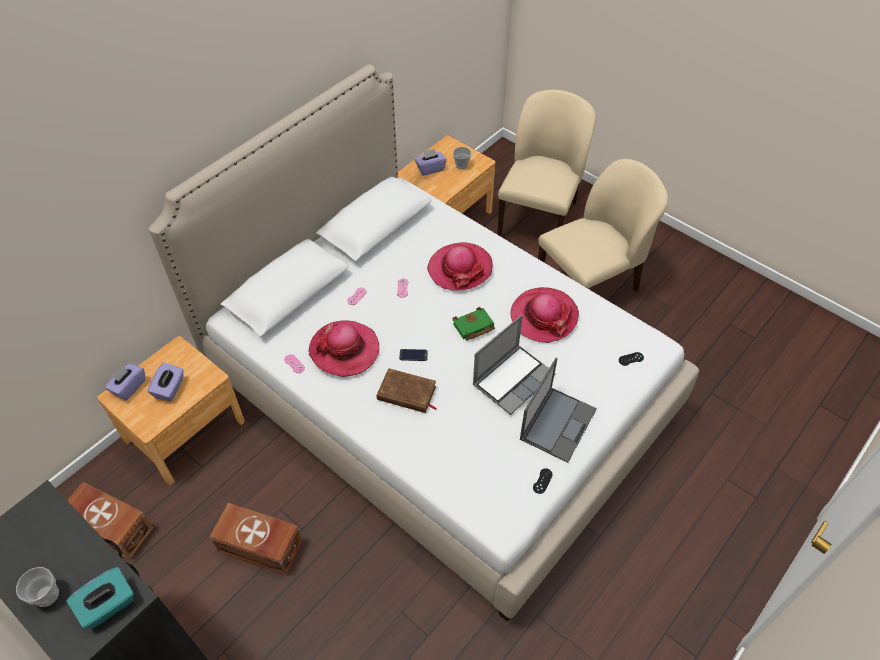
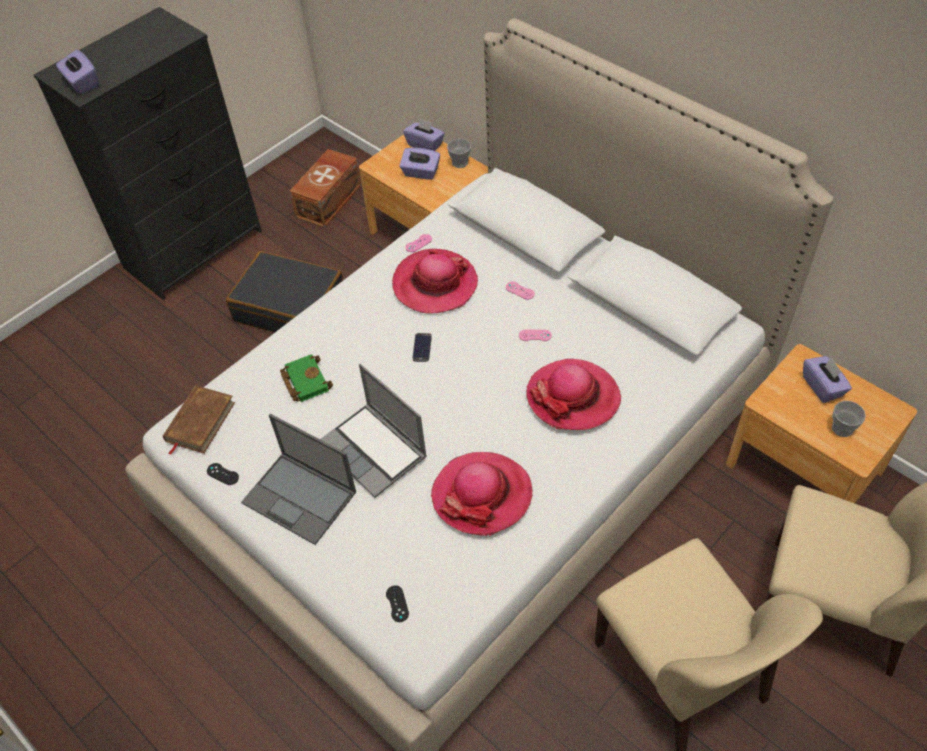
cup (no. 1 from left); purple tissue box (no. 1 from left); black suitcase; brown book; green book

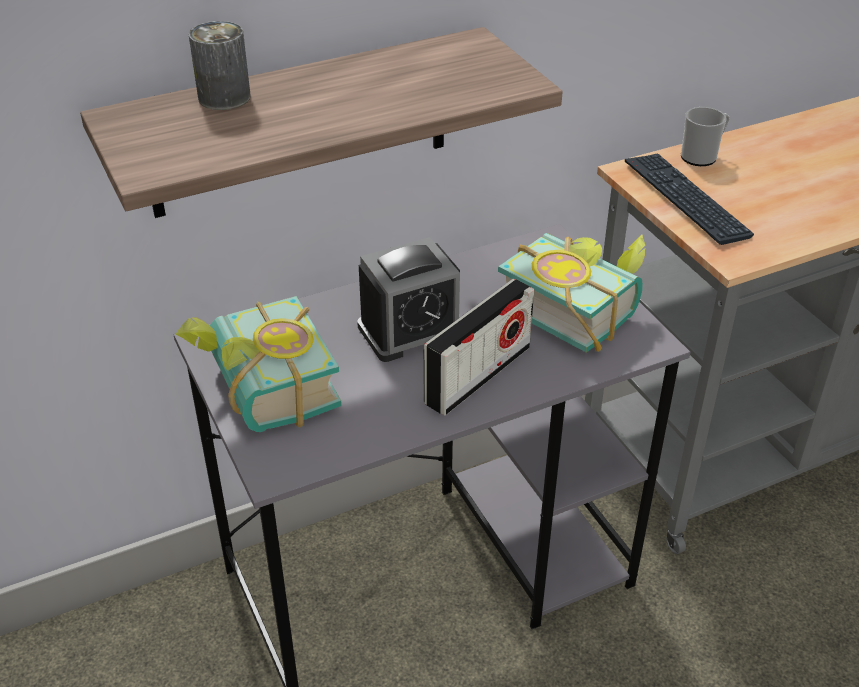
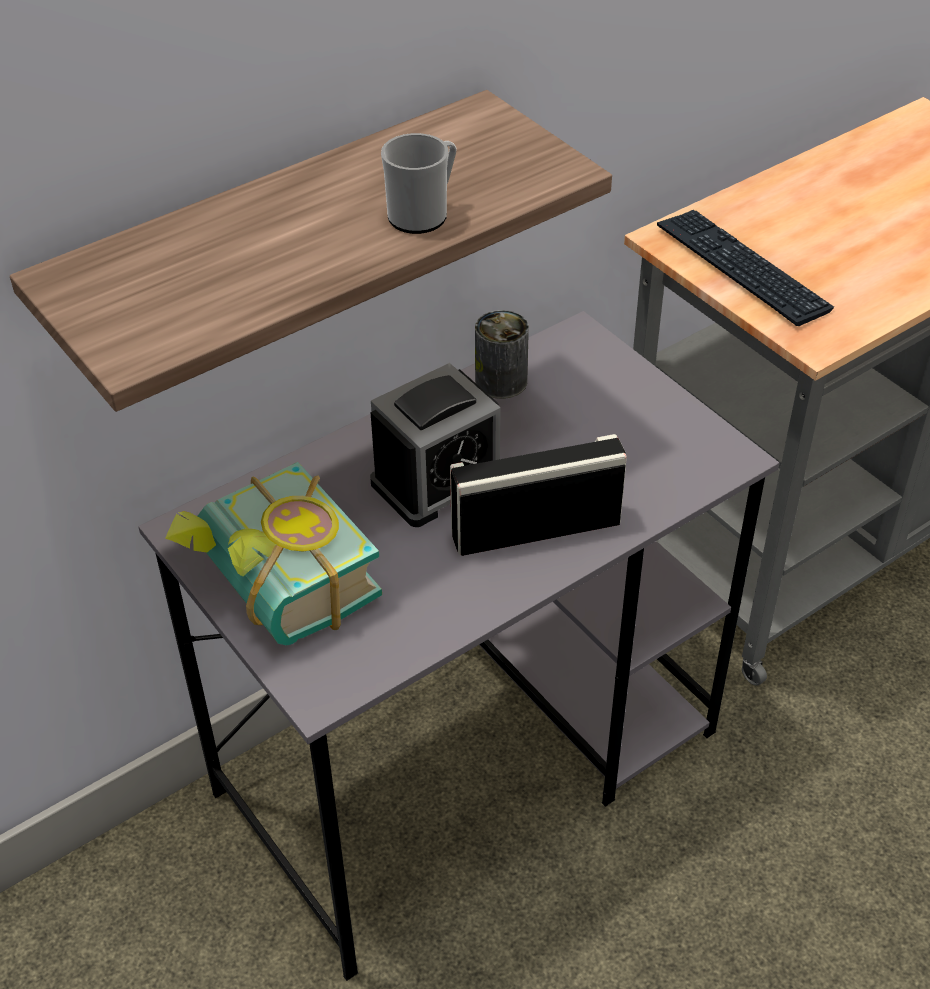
can; radio; book (no. 2 from left in the first image); mug

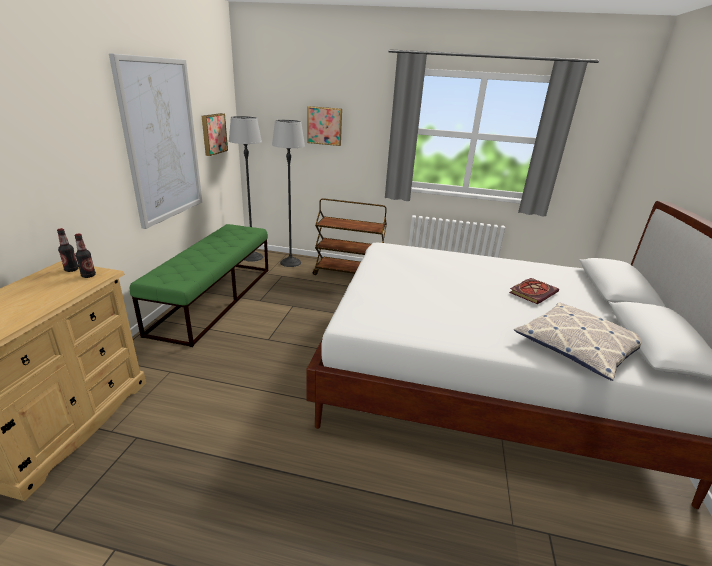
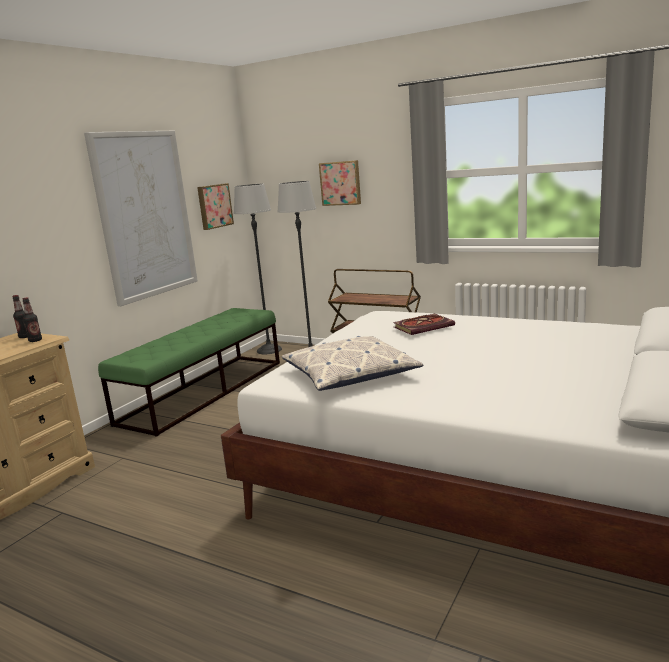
book; pillow

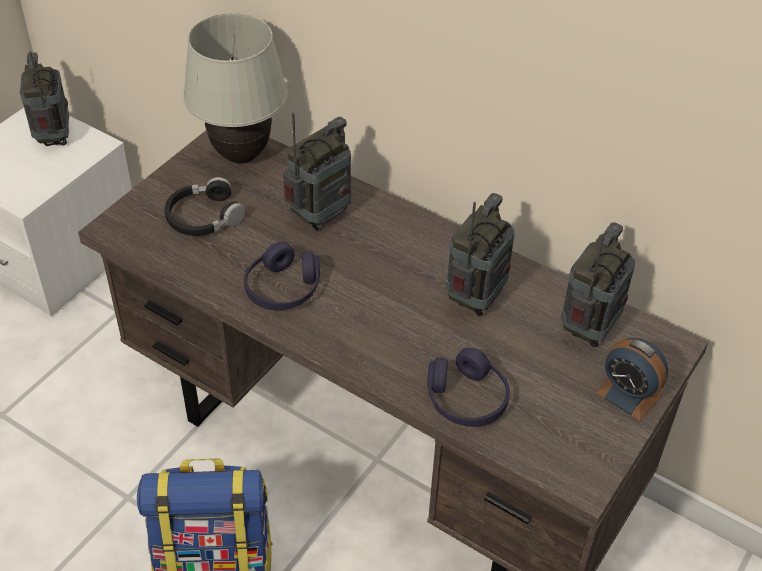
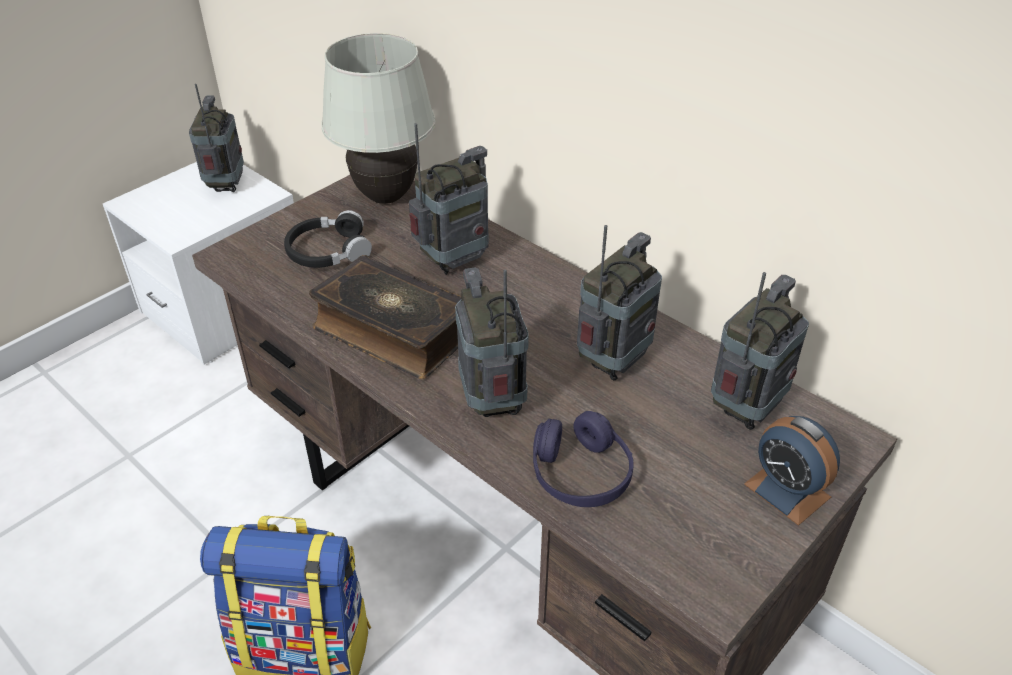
book; radio (no. 3 from left)

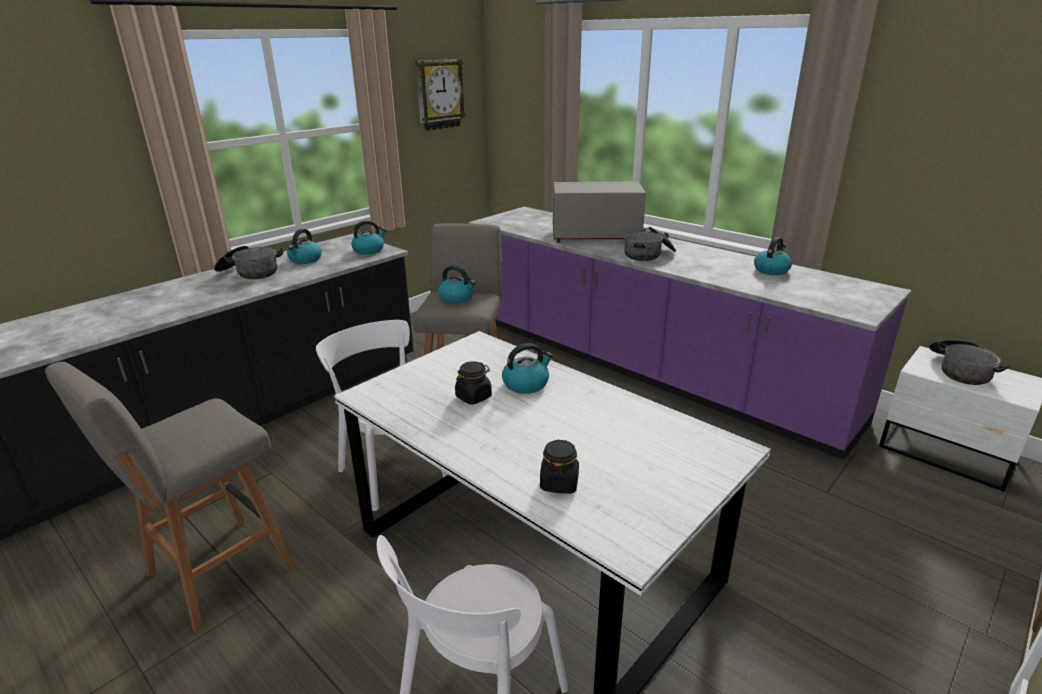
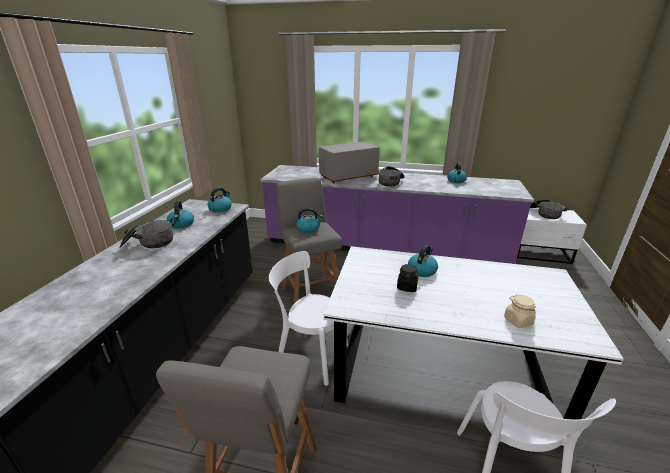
wall clock; beige jar

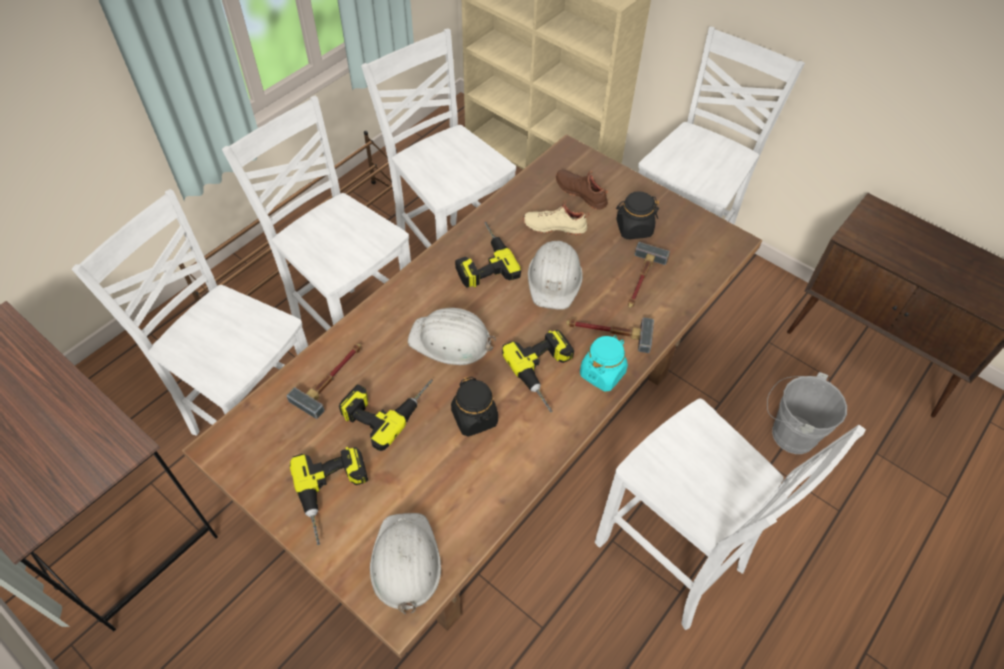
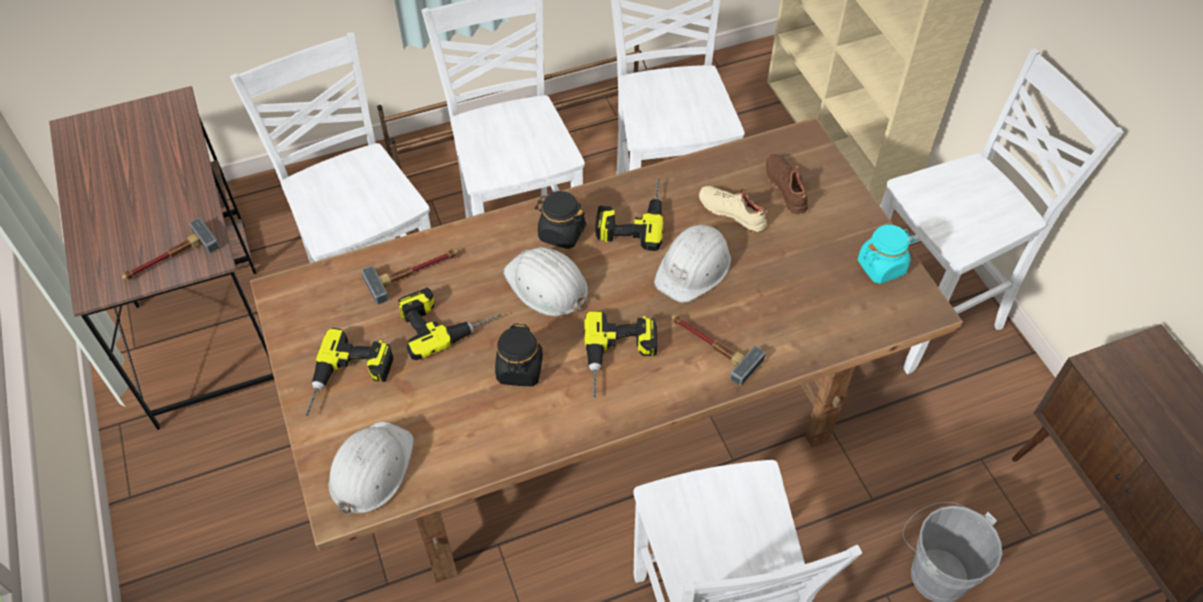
turquoise jar; black jar (no. 2 from left); hammer (no. 1 from left)

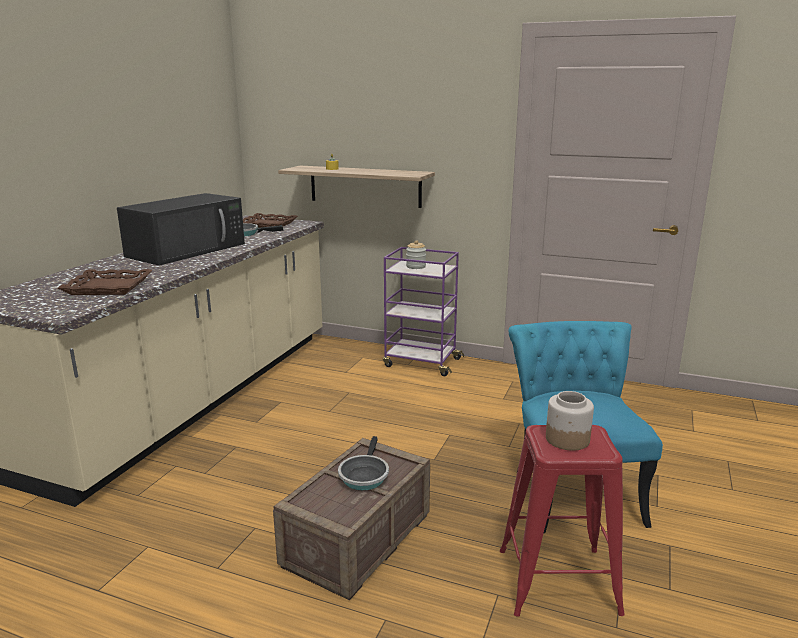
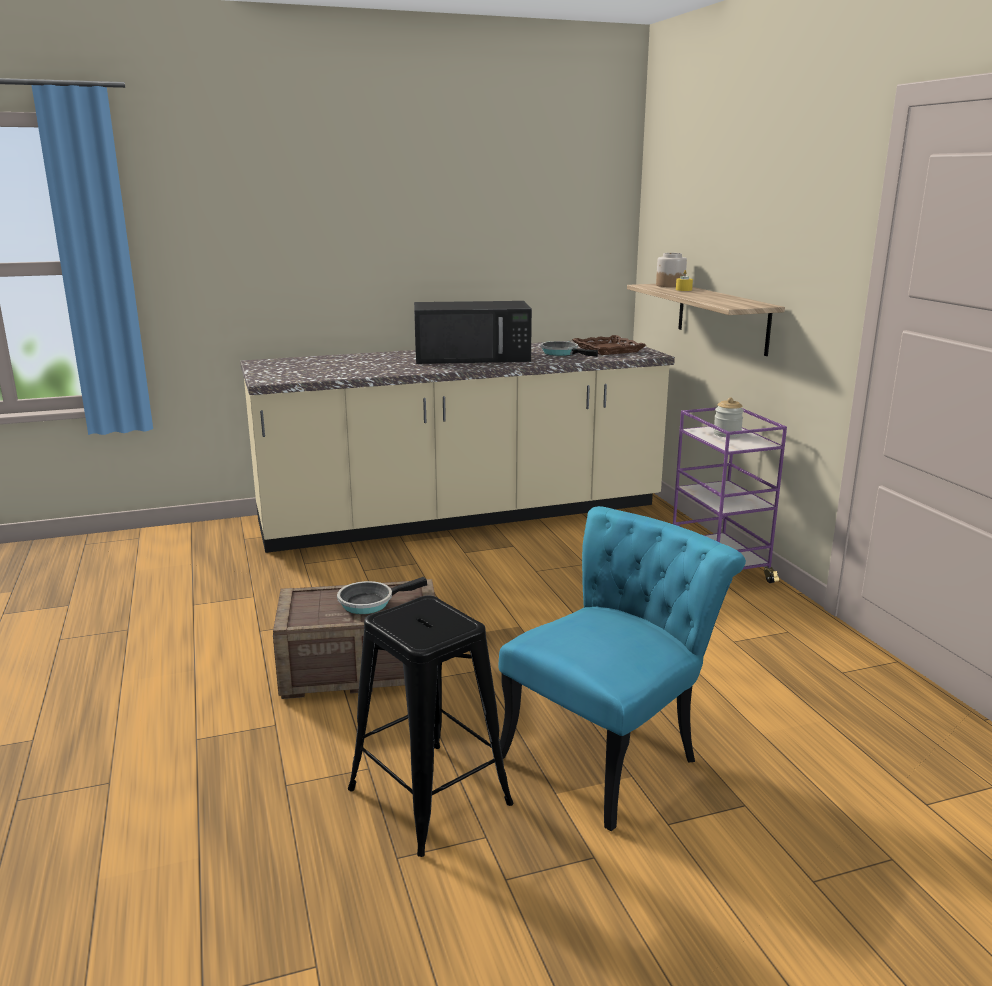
brown tray (no. 1 from left in the first image); black stool; jar (no. 1 from left)

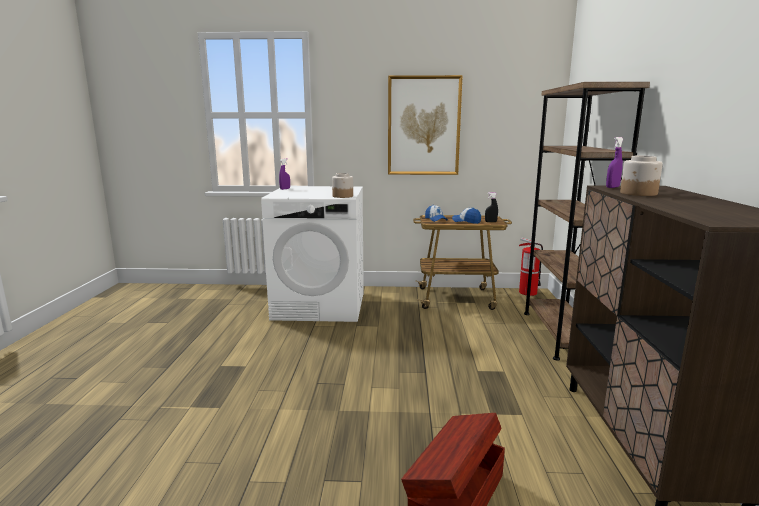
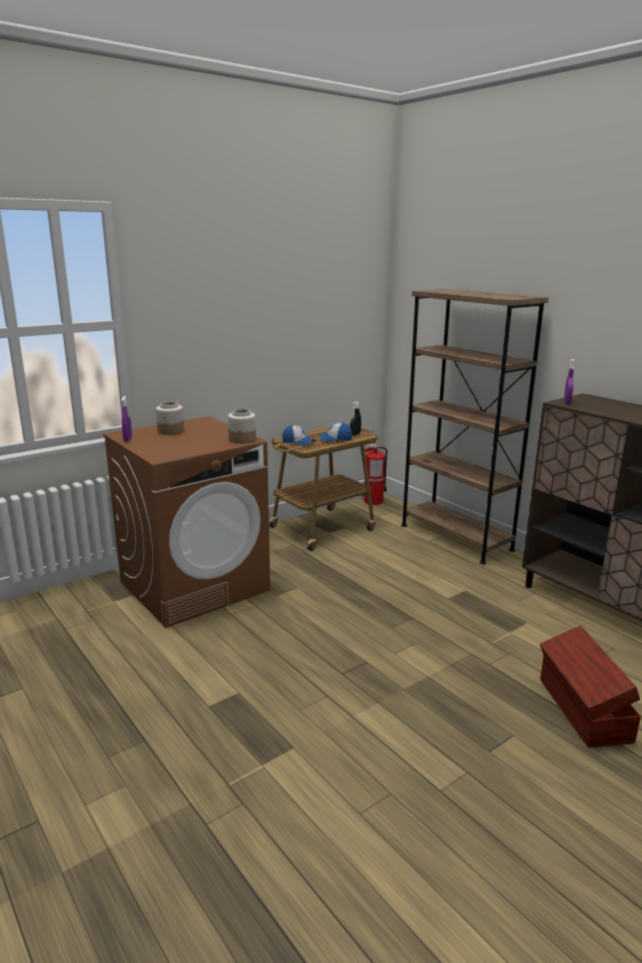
brown washing machine; picture; jar (no. 1 from left)

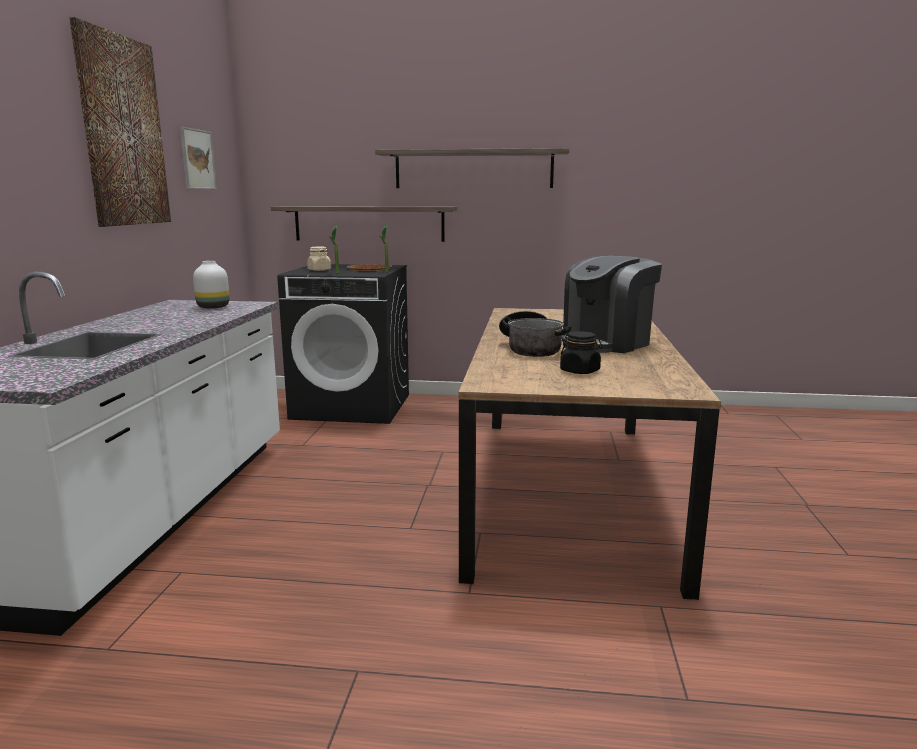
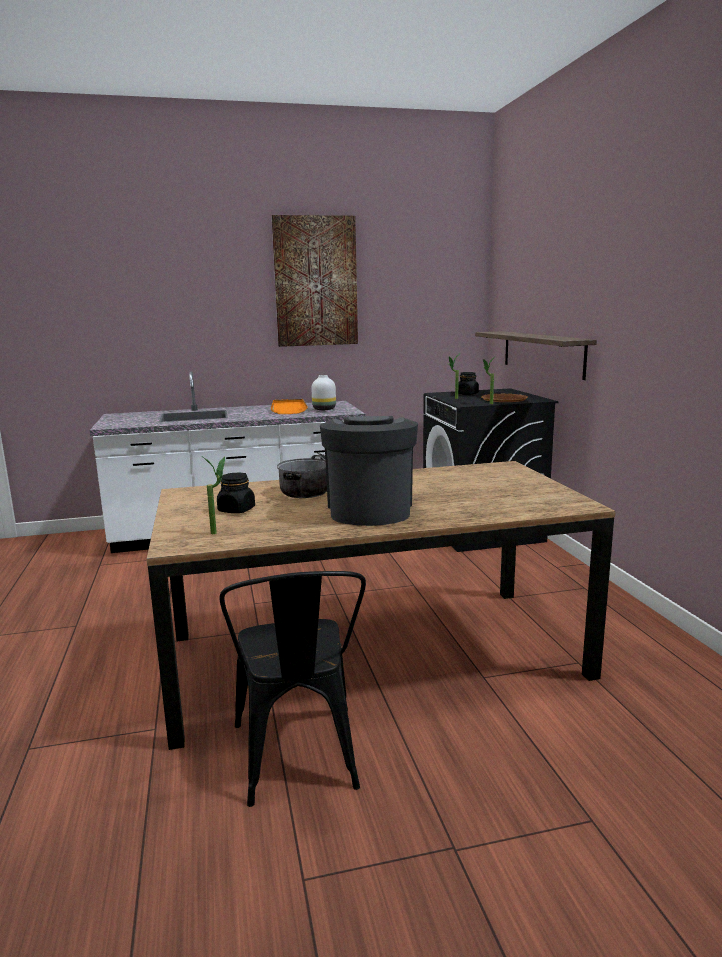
picture (no. 2 from left in the first image); black jar (no. 2 from left); shelf (no. 2 from left in the first image); coffee machine; potted plant (no. 1 from left); black chair; orange tray

